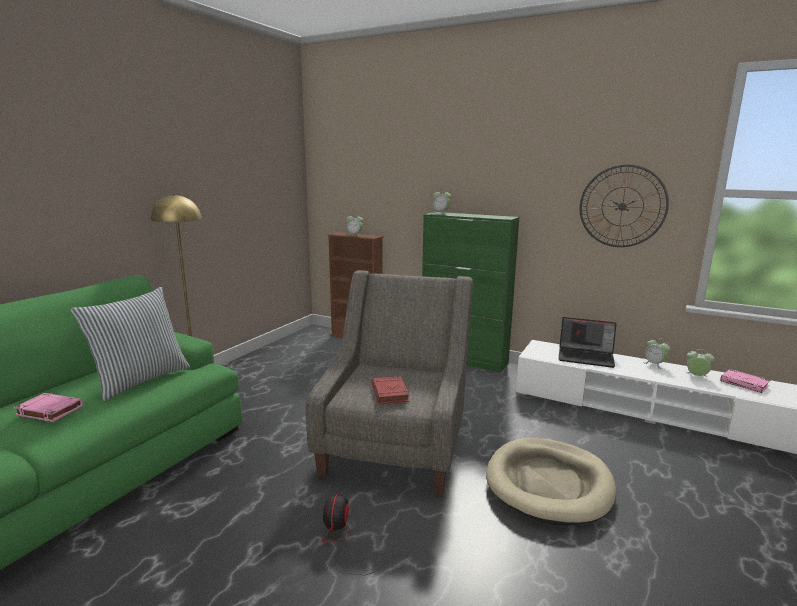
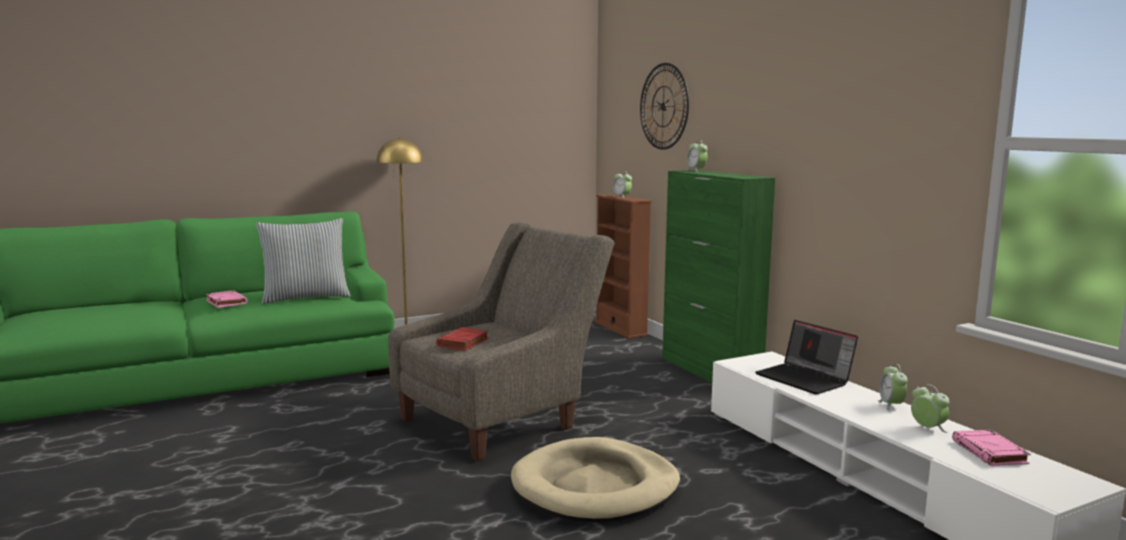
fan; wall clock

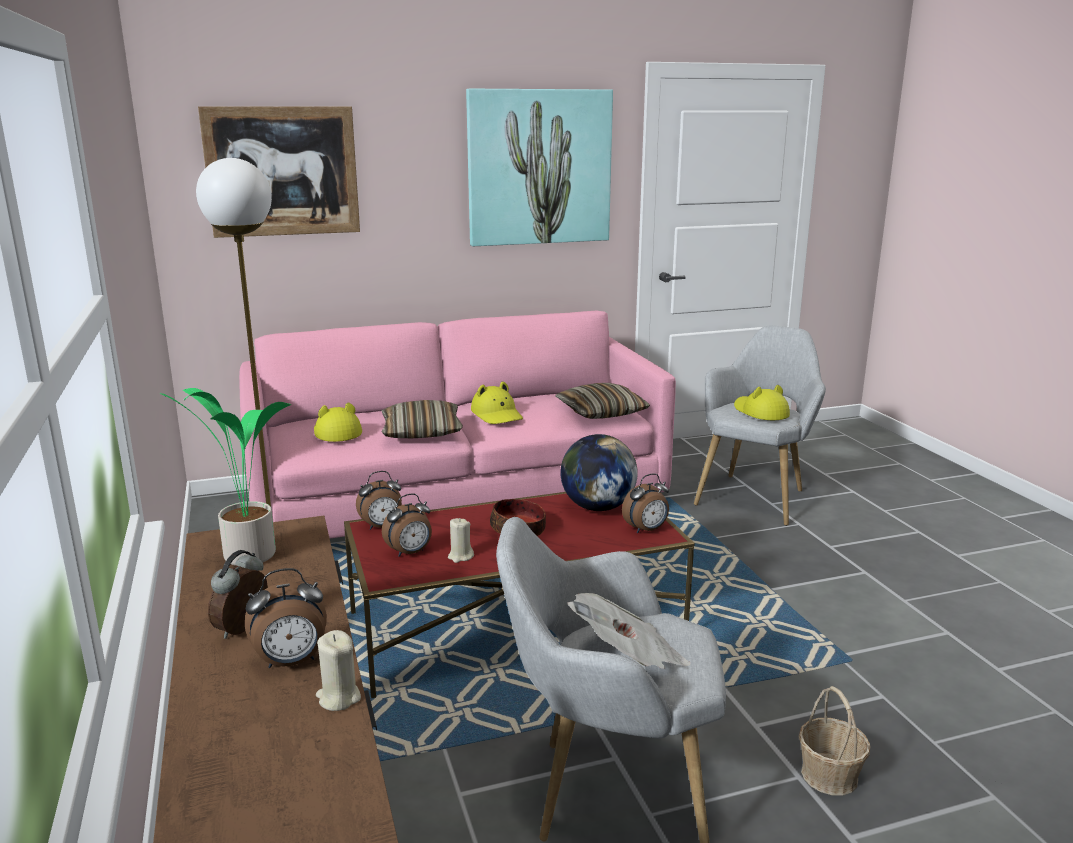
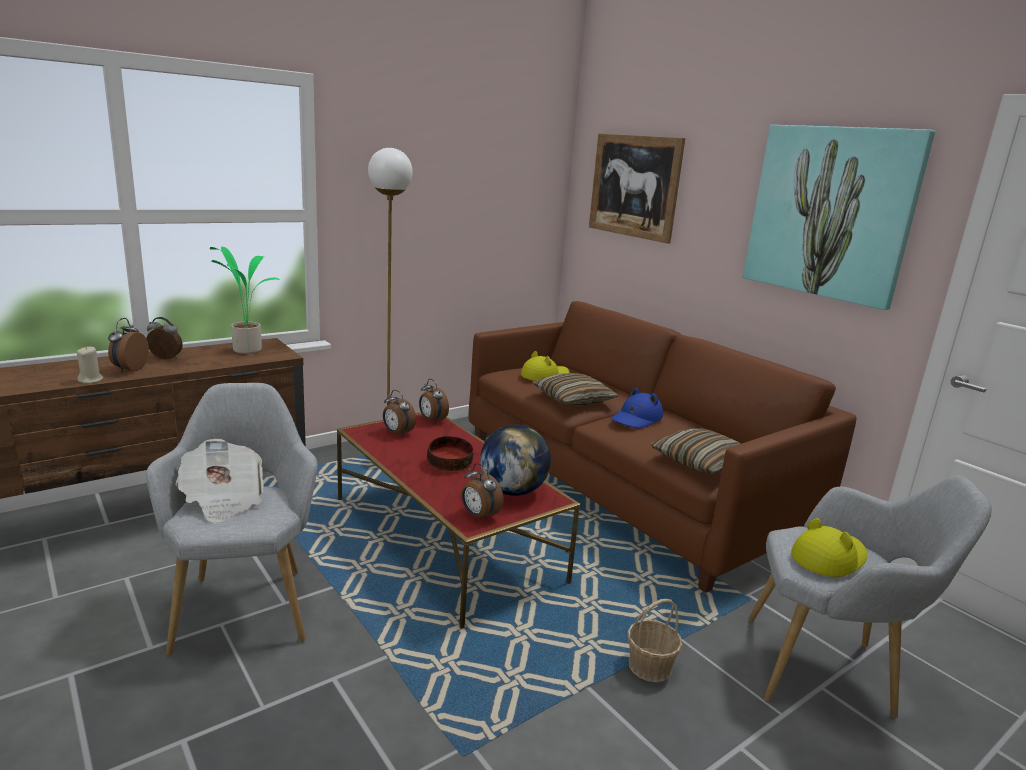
brown sofa; alarm clock (no. 1 from left); beige candle (no. 2 from left in the first image); blue hat; basket

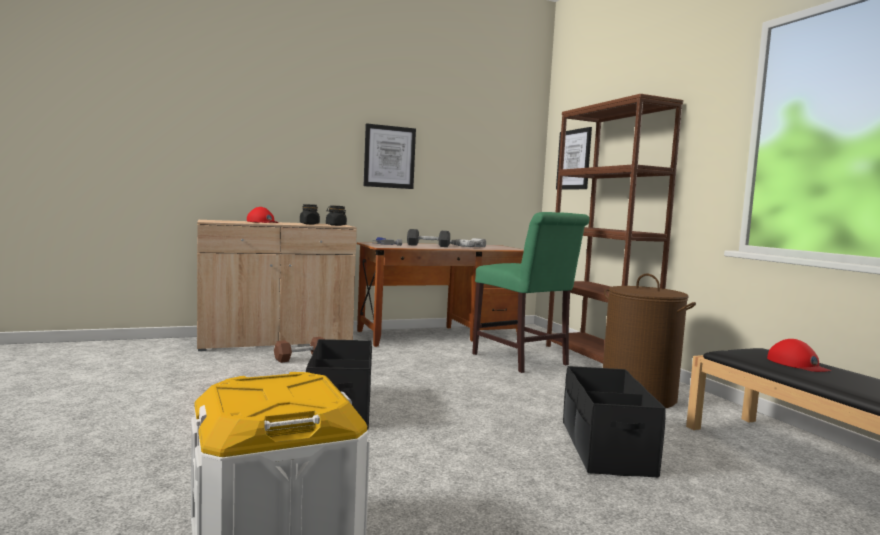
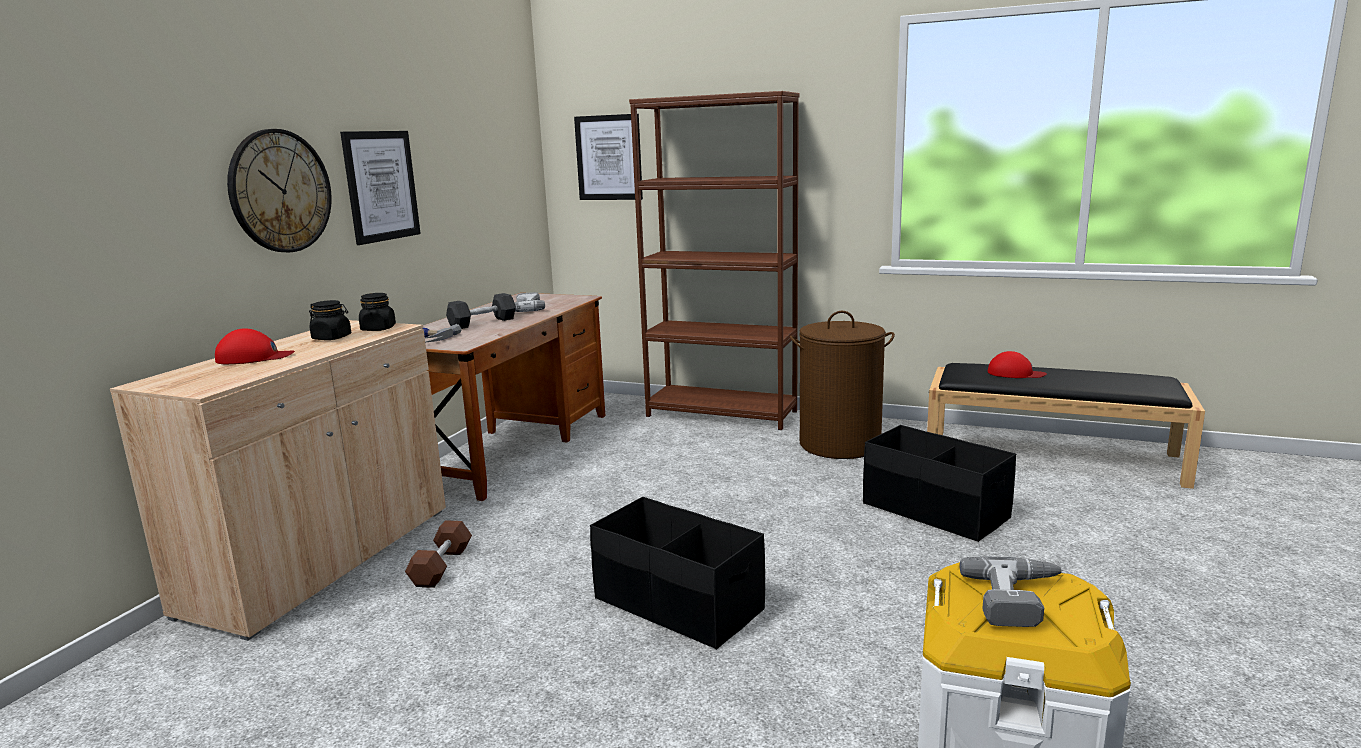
green chair; wall clock; power drill (no. 2 from left)

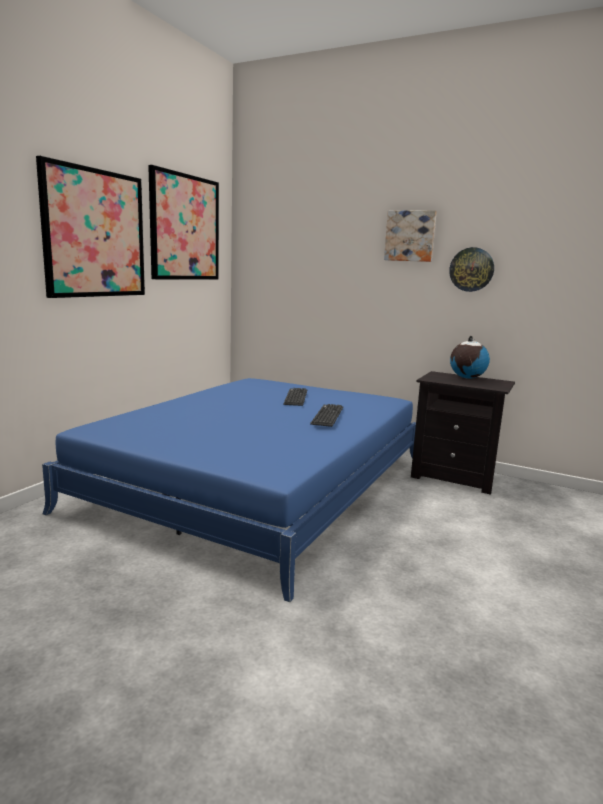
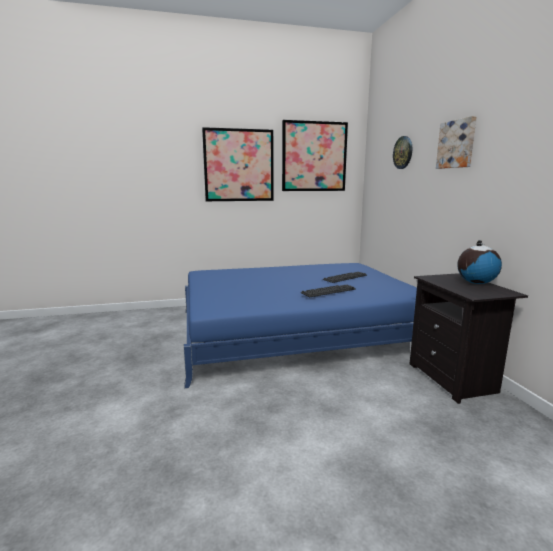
wall clock

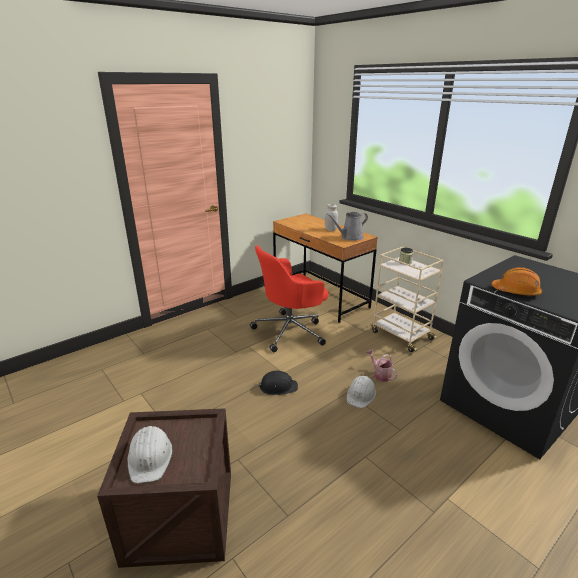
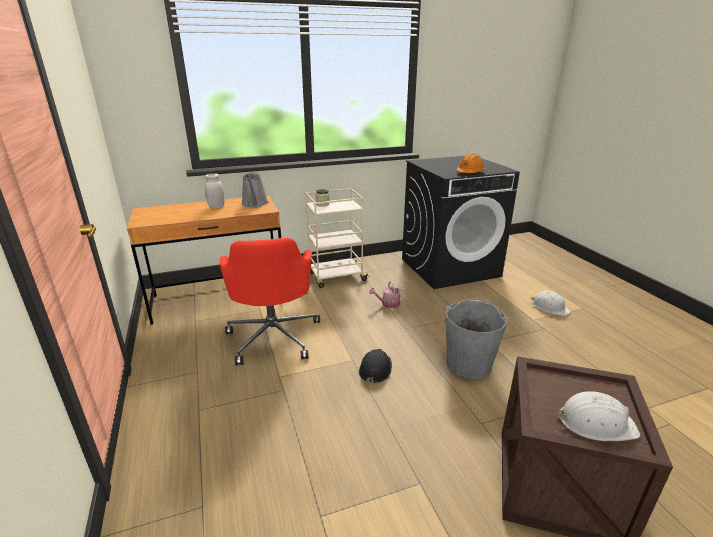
white hard hat (no. 1 from left); grey bucket

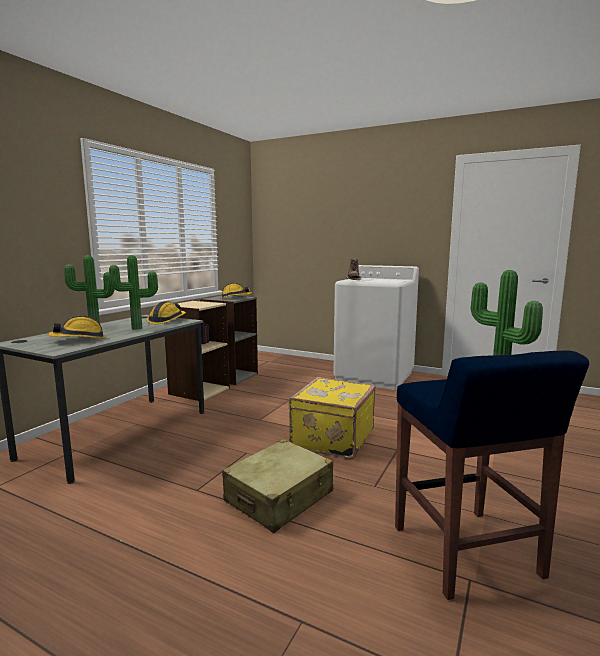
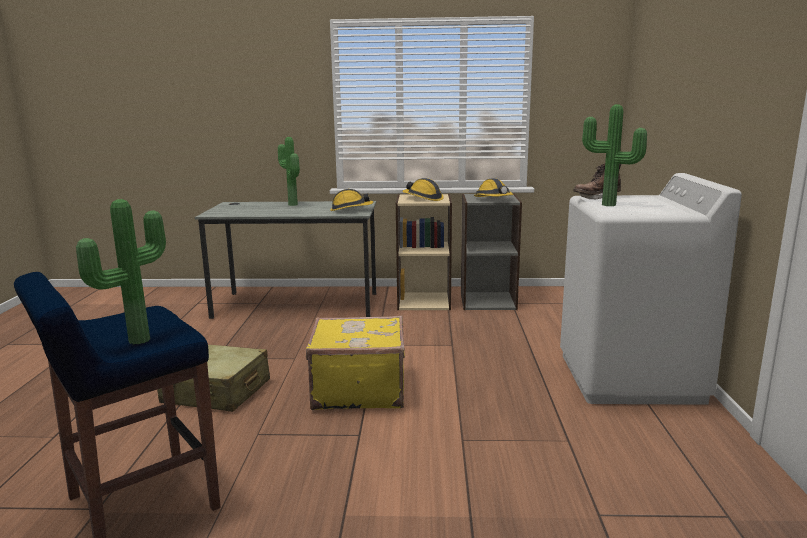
hard hat (no. 2 from left); potted plant (no. 3 from left)

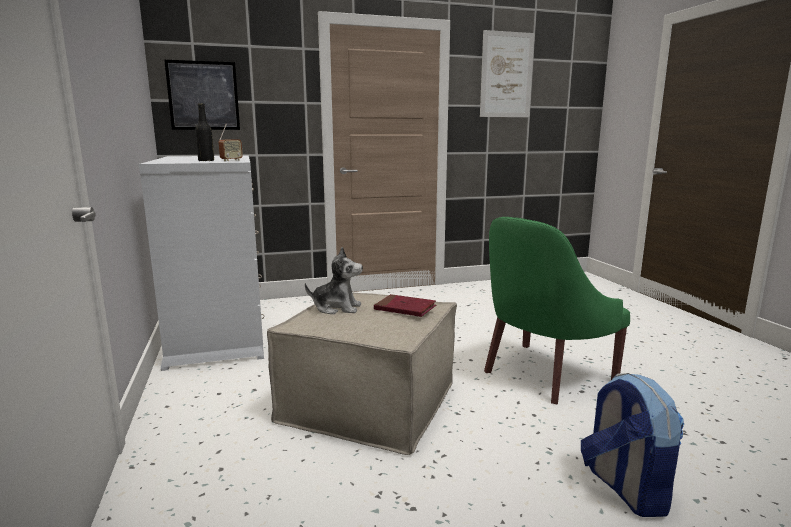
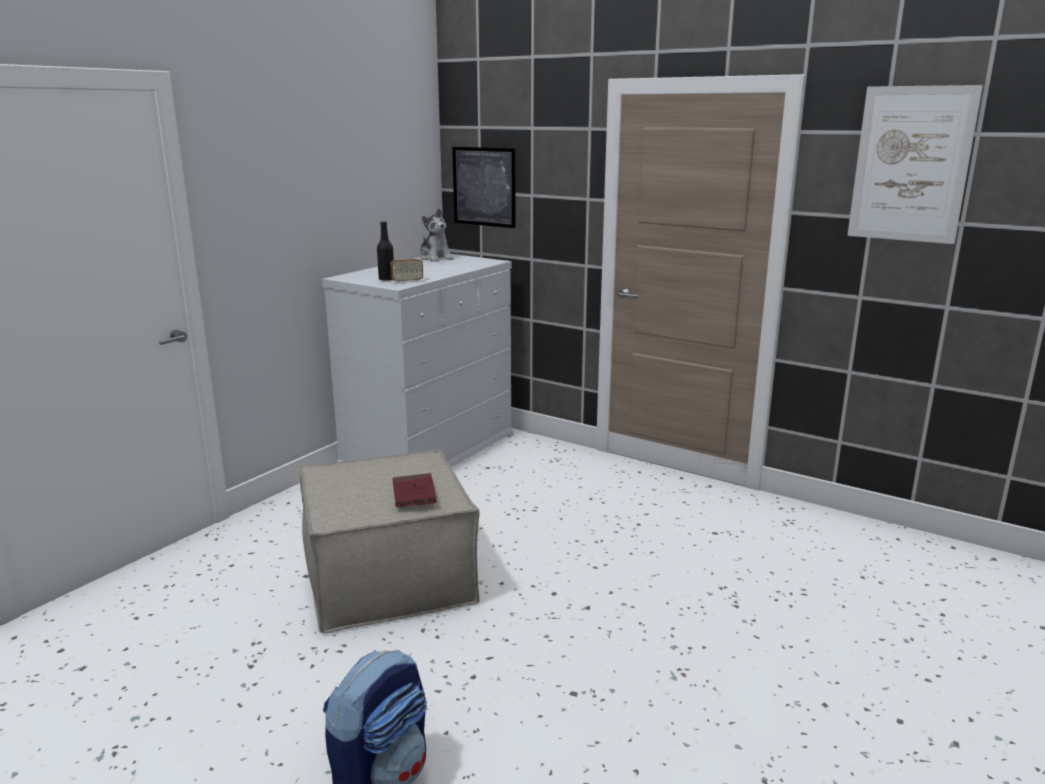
plush toy; green armchair

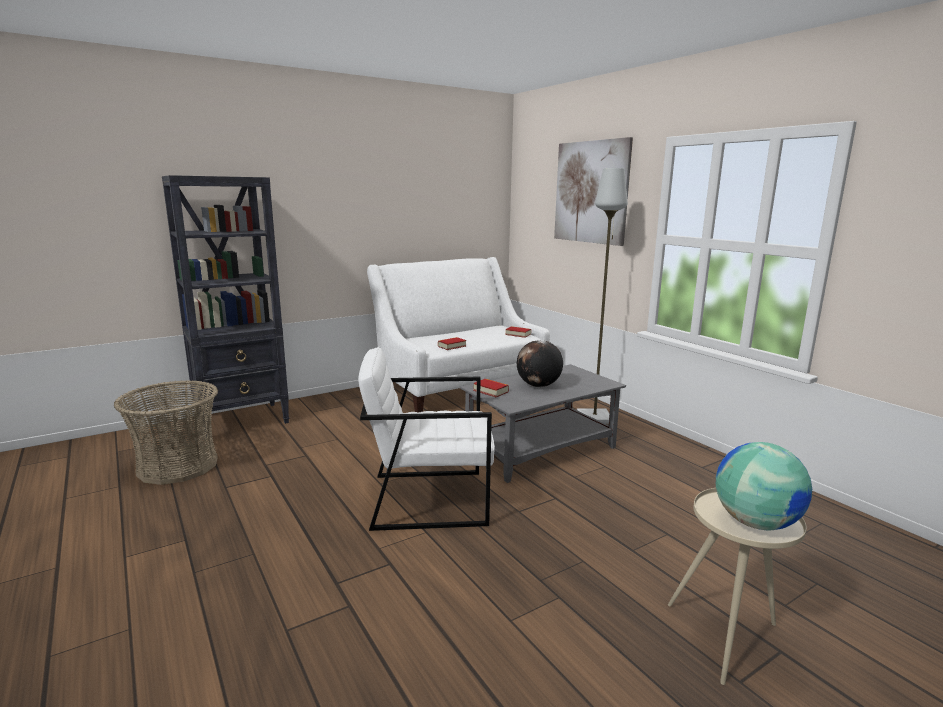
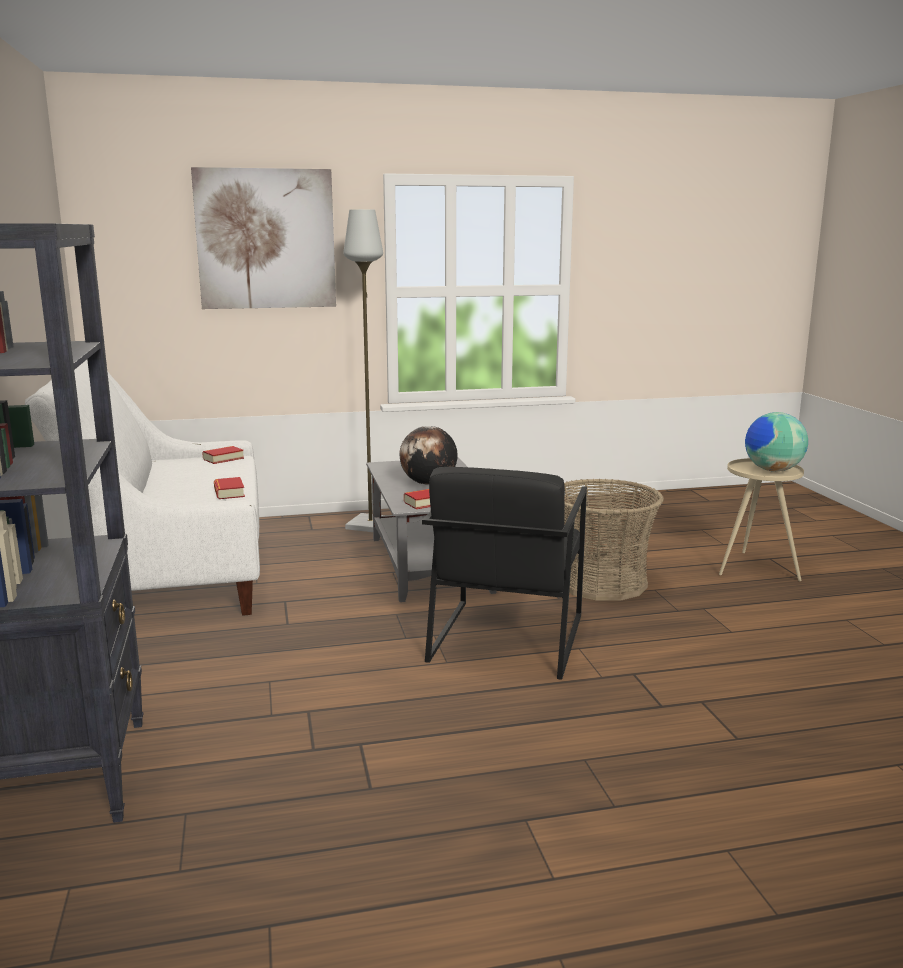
basket; black armchair

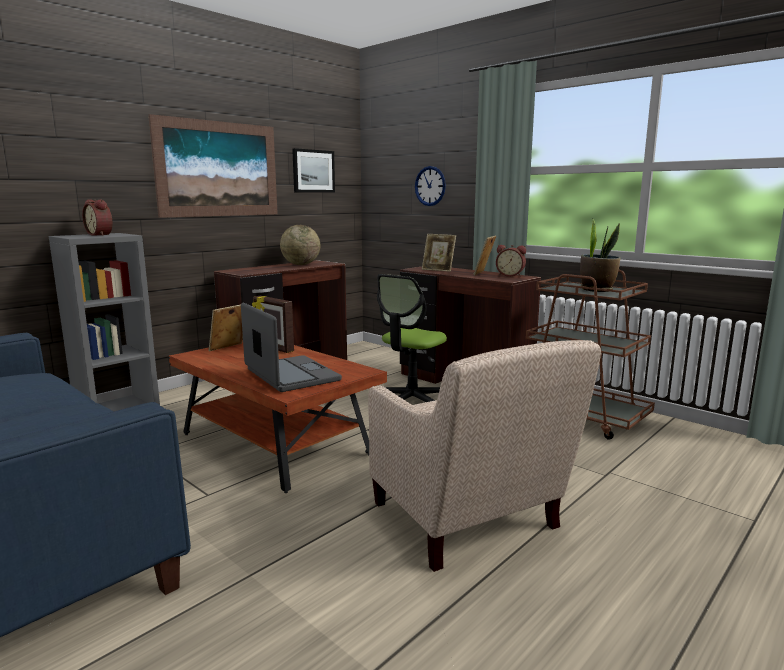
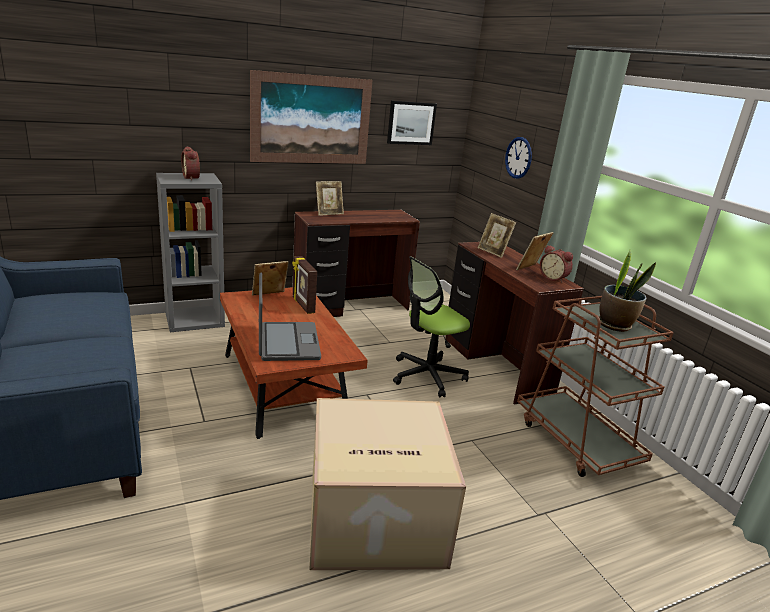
globe; cardboard box; picture frame (no. 3 from left)

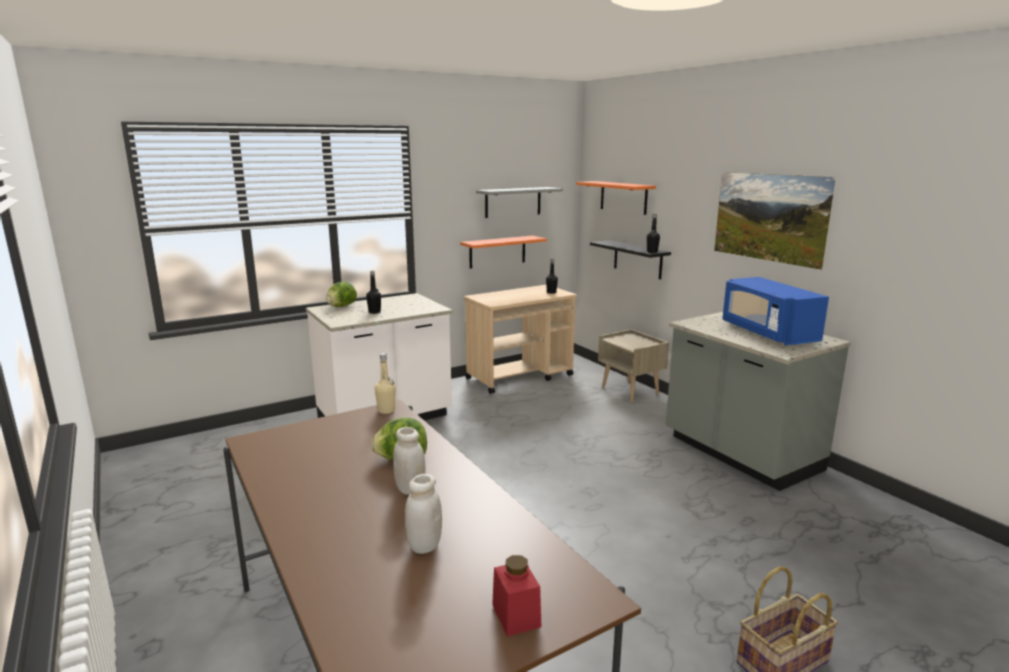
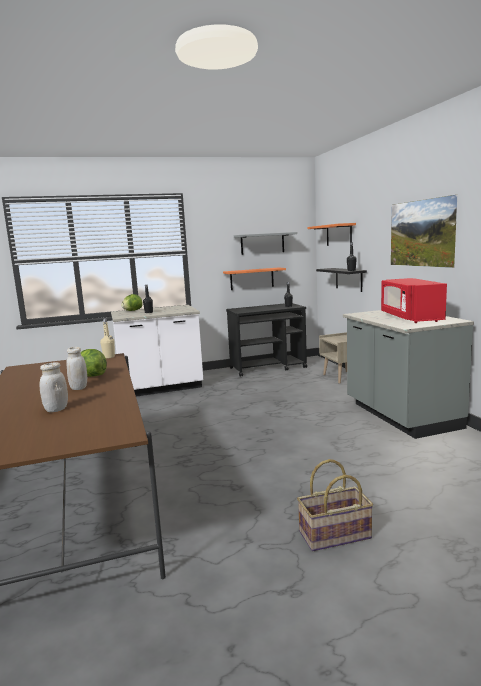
black cart; red jar; red microwave

